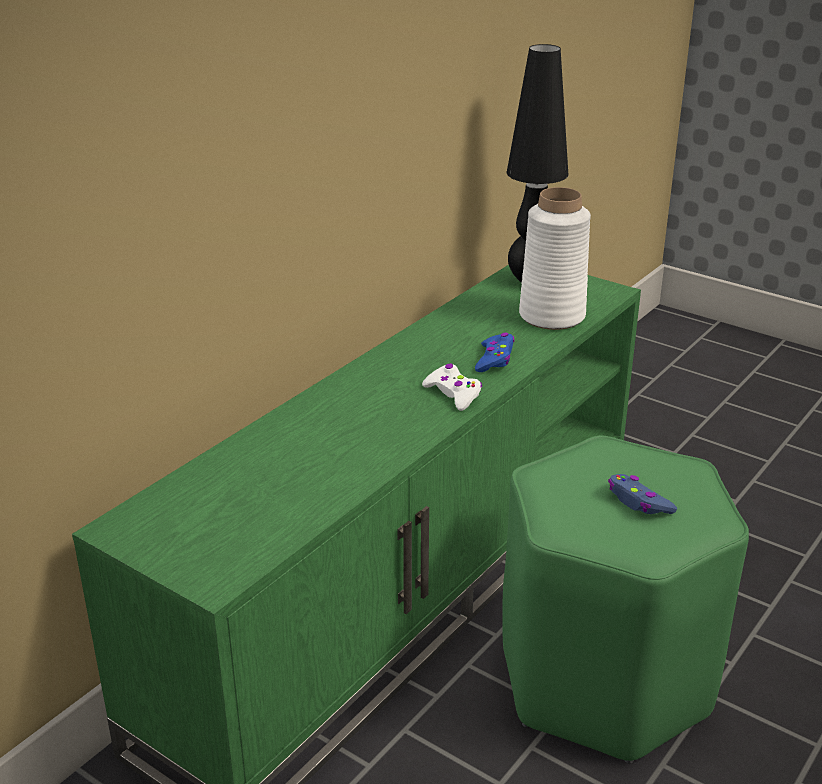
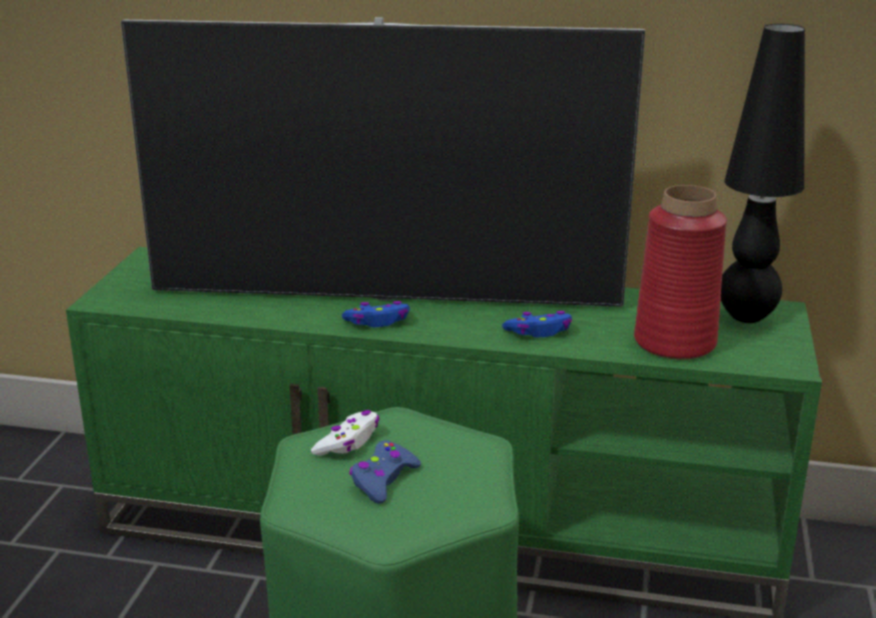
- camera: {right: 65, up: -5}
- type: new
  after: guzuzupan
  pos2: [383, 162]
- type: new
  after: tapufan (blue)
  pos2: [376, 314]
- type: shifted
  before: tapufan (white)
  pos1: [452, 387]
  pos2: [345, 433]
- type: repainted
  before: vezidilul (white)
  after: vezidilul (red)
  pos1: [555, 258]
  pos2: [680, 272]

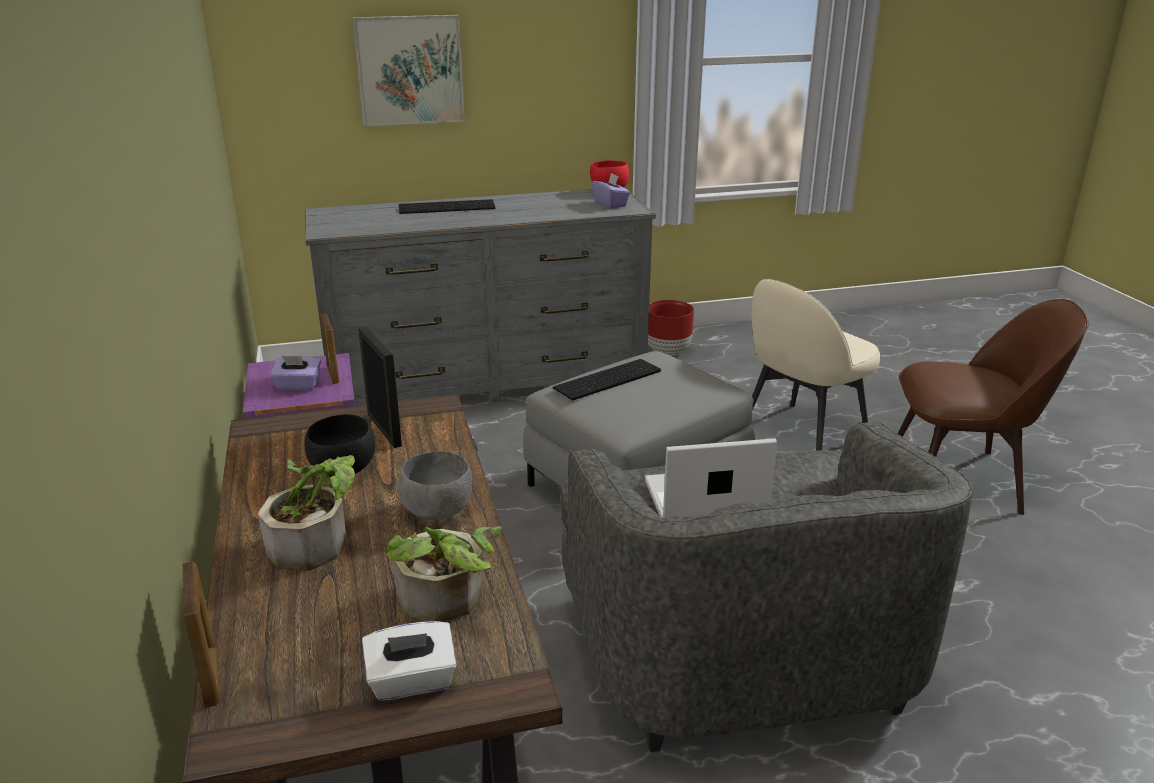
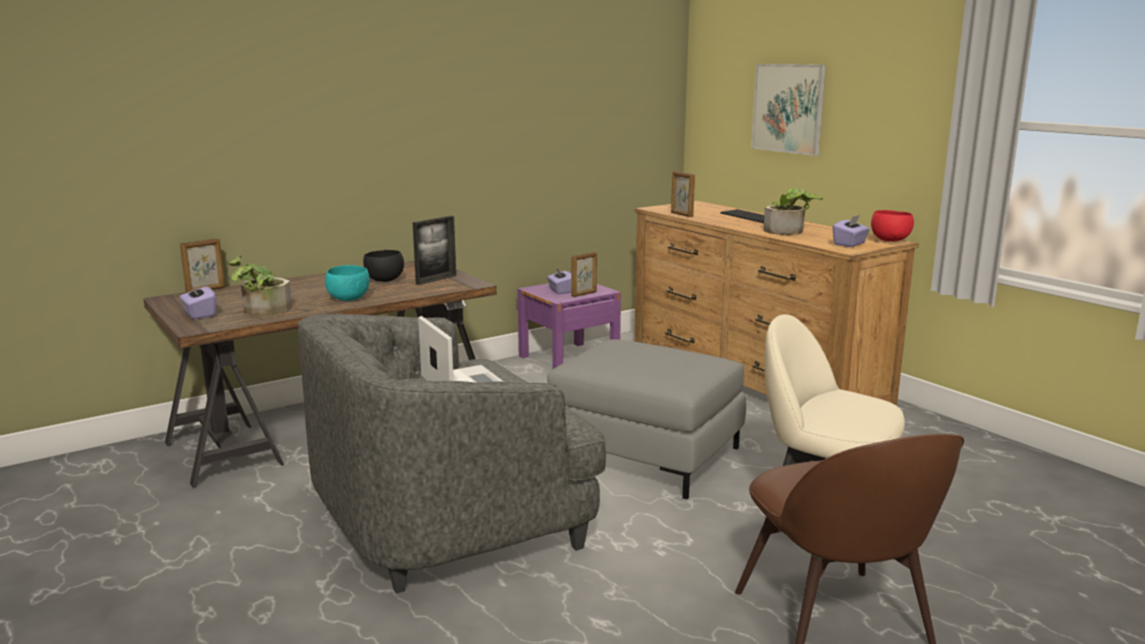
- camera: {right: 70, up: -10}
- type: gone
  before: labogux
  pos1: [607, 379]
- type: gone
  before: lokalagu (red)
  pos1: [671, 328]
- type: new
  after: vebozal
  pos2: [683, 194]
- type: shifted
  before: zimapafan
  pos1: [306, 513]
  pos2: [793, 211]
- type: repainted
  before: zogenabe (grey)
  after: zogenabe (brown)
  pos1: [480, 297]
  pos2: [776, 303]
- type: repainted
  before: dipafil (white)
  after: dipafil (purple)
  pos1: [409, 661]
  pos2: [198, 301]
- type: repainted
  before: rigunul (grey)
  after: rigunul (turquoise)
  pos1: [435, 485]
  pos2: [347, 283]

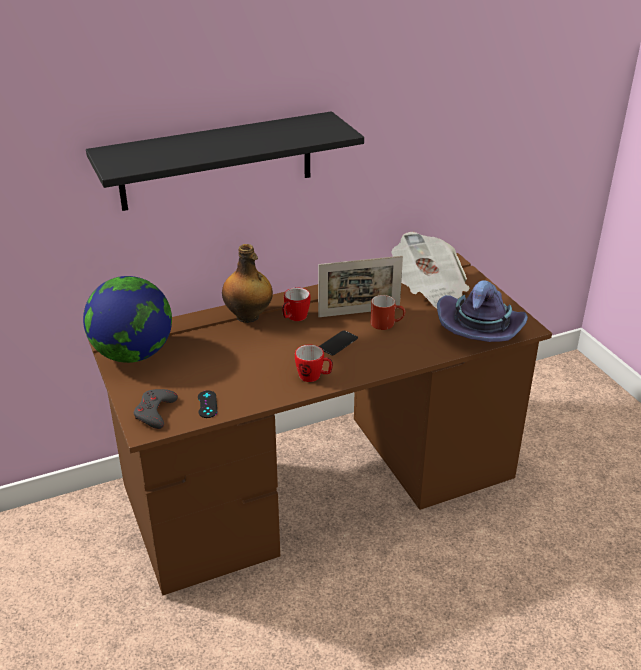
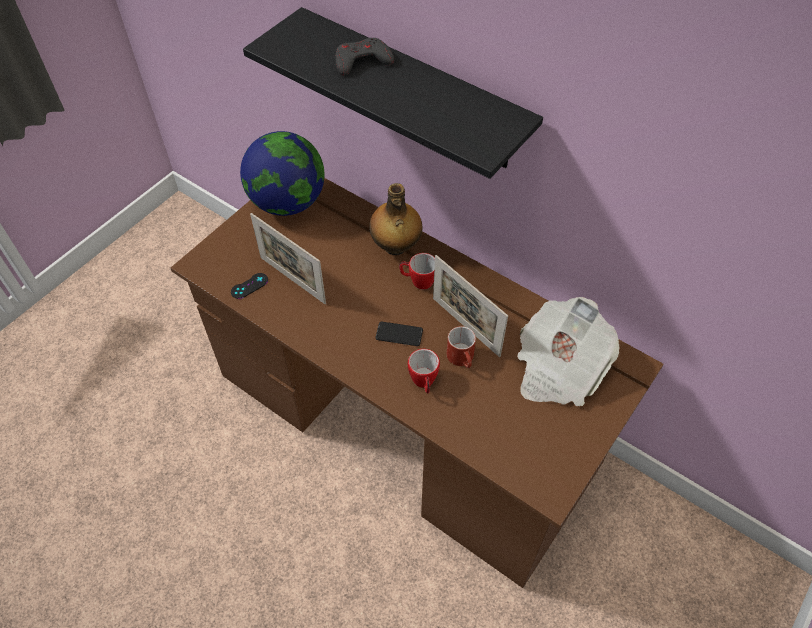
- camera: {right: 60, up: 20}
- type: gone
  before: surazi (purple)
  pos1: [482, 311]
- type: new
  after: vebozal
  pos2: [288, 258]
- type: shifted
  before: tapufan (grey)
  pos1: [156, 409]
  pos2: [365, 56]
- type: shifted
  before: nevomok
  pos1: [314, 363]
  pos2: [424, 371]

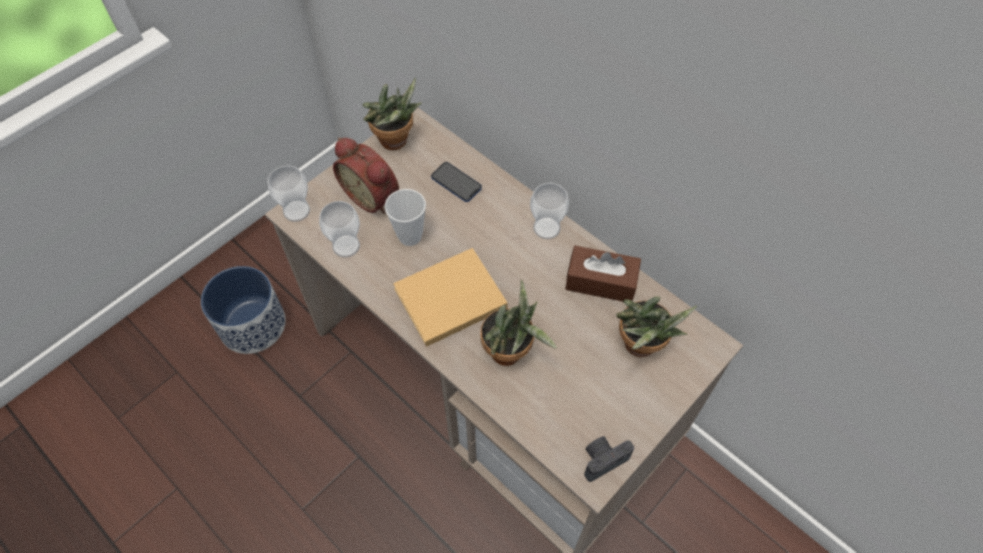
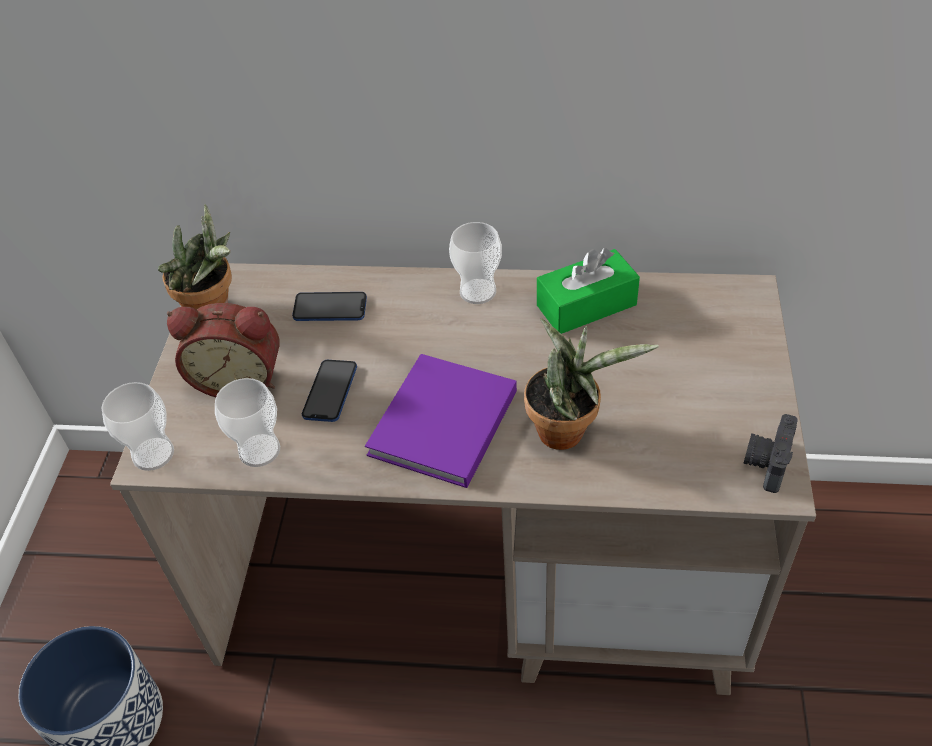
- camera: {right: -35, up: -10}
- type: gone
  before: zimapafan
  pos1: [656, 326]
- type: swapped
  before: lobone
  after: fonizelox
  pos1: [405, 217]
  pos2: [329, 391]
- type: repainted
  before: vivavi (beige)
  after: vivavi (purple)
  pos1: [450, 297]
  pos2: [441, 421]
- type: repainted
  before: dipafil (brown)
  after: dipafil (green)
  pos1: [603, 274]
  pos2: [588, 291]

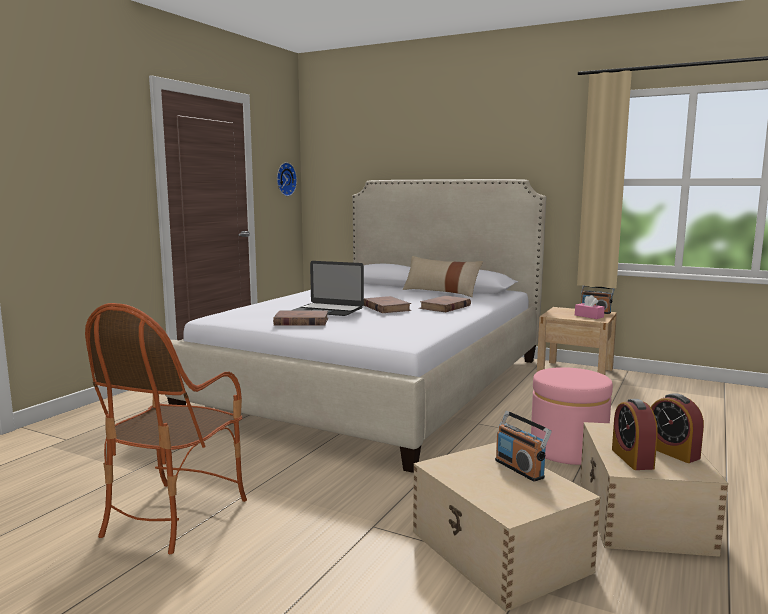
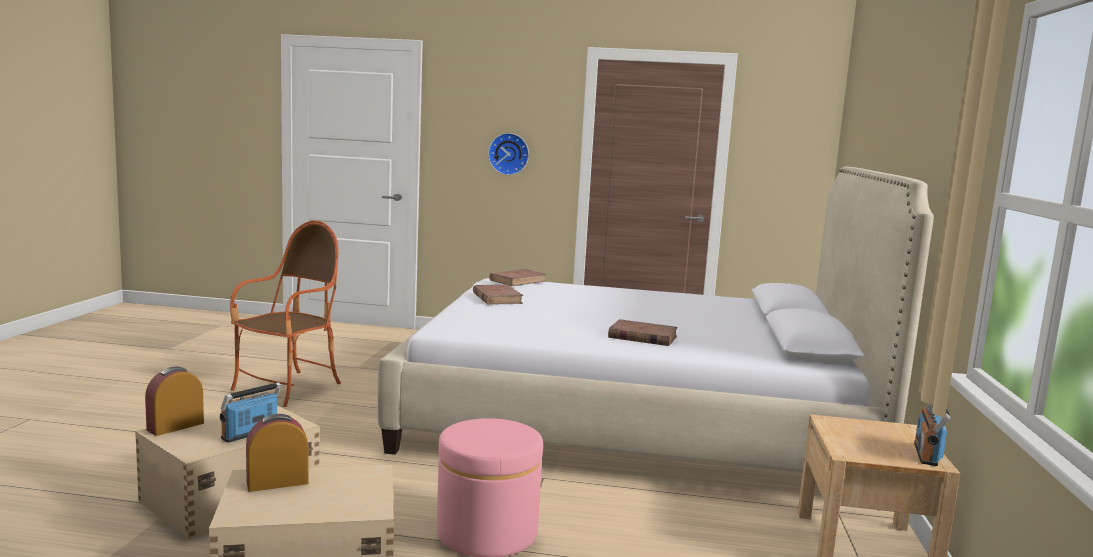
- camera: {right: 70, up: 0}
- type: gone
  before: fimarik
  pos1: [327, 288]
- type: gone
  before: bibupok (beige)
  pos1: [443, 276]
- type: gone
  before: dipafil (pink)
  pos1: [590, 307]
- type: shifted
  before: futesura
  pos1: [287, 179]
  pos2: [508, 154]
- type: shifted
  before: vivavi (brown)
  pos1: [387, 304]
  pos2: [518, 277]
- type: shifted
  before: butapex
  pos1: [677, 428]
  pos2: [174, 401]
- type: rotated
  before: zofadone
  pos1: [166, 428]
  pos2: [285, 313]
  turn: 120

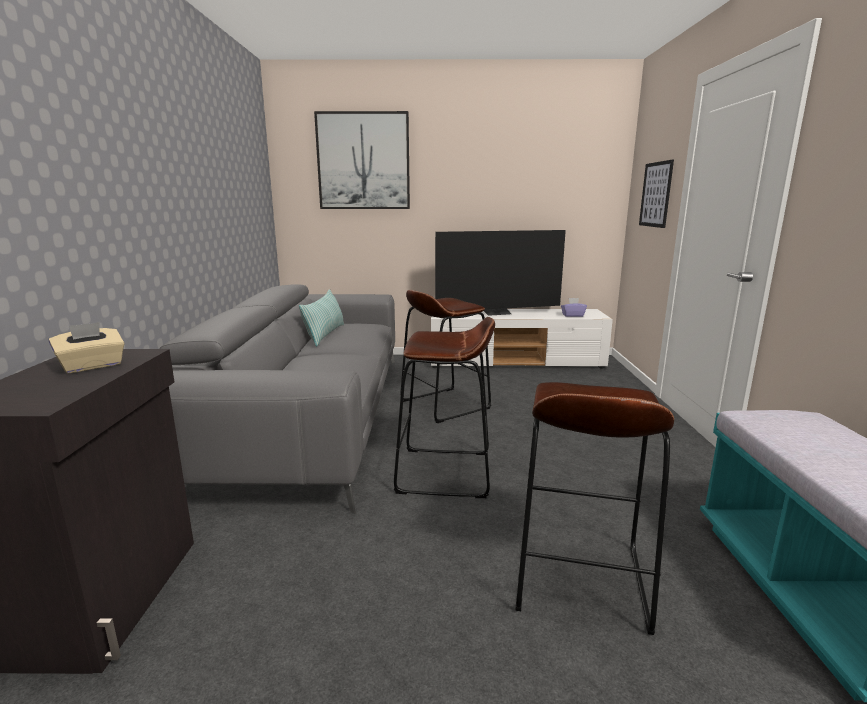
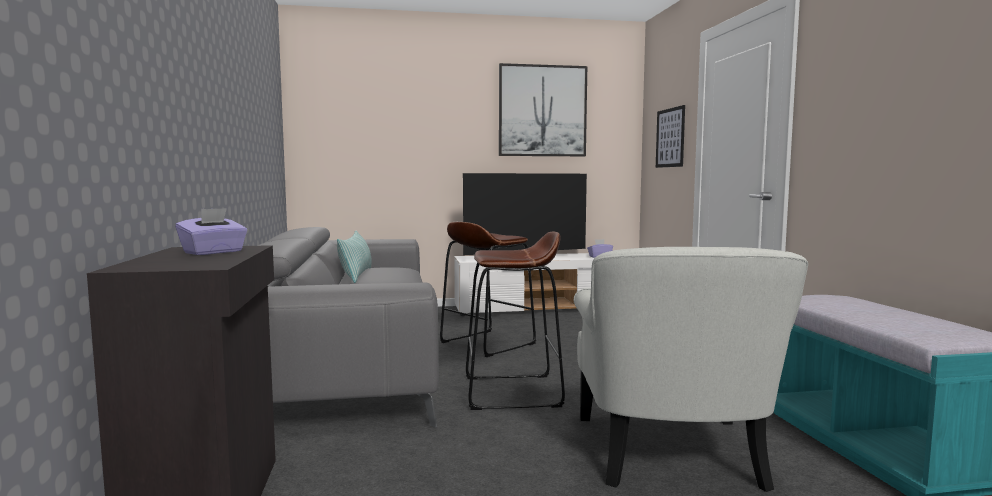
- camera: {right: -10, up: -10}
- type: shifted
  before: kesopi
  pos1: [362, 160]
  pos2: [543, 109]
- type: swapped
  before: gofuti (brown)
  after: zofadone (white)
  pos1: [594, 508]
  pos2: [691, 369]
- type: repainted
  before: dipafil (beige)
  after: dipafil (purple)
  pos1: [87, 347]
  pos2: [211, 231]

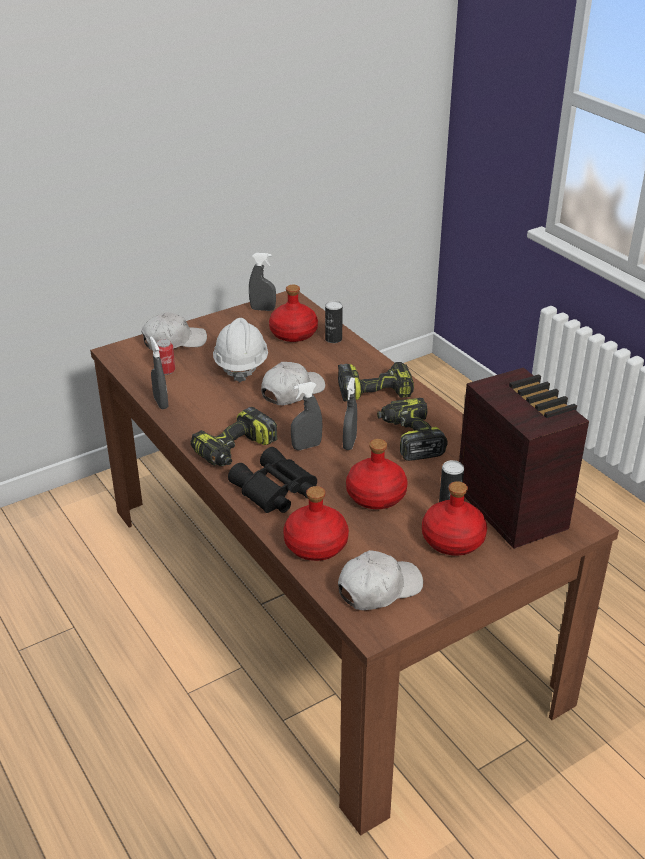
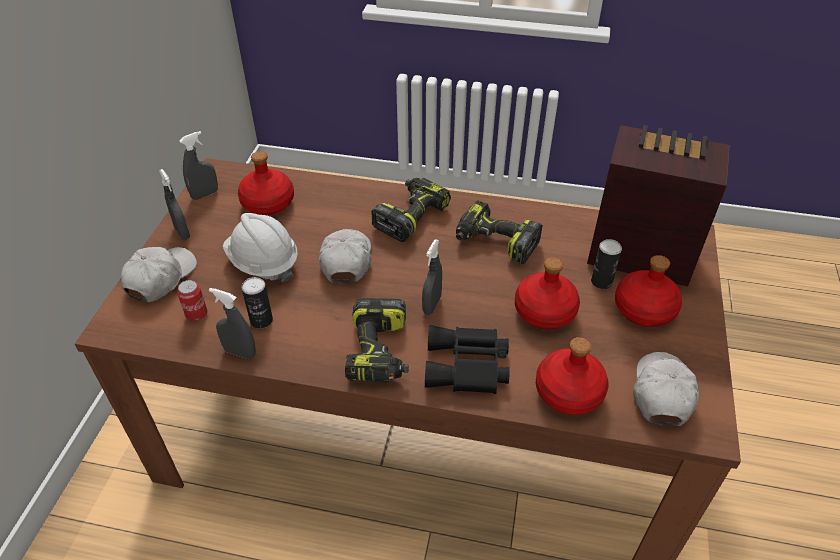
- camera: {right: -45, up: 10}
- type: shifted
  before: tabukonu
  pos1: [334, 322]
  pos2: [257, 303]
- type: shifted
  before: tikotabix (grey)
  pos1: [350, 414]
  pos2: [174, 204]

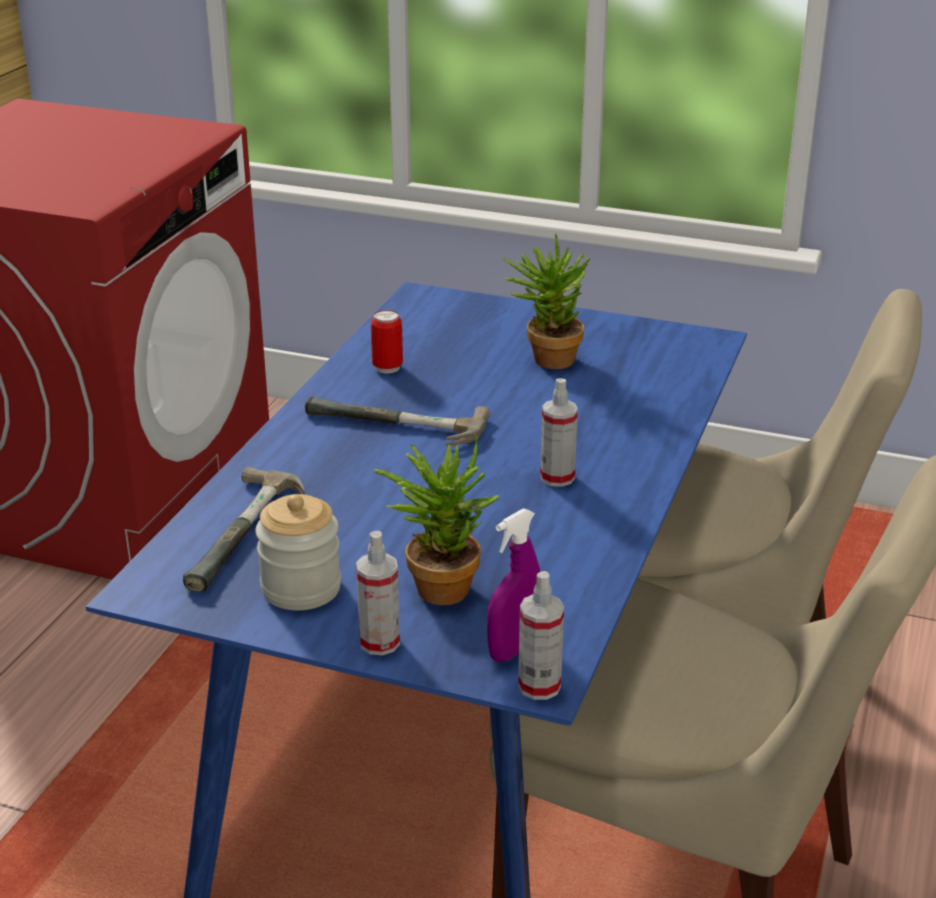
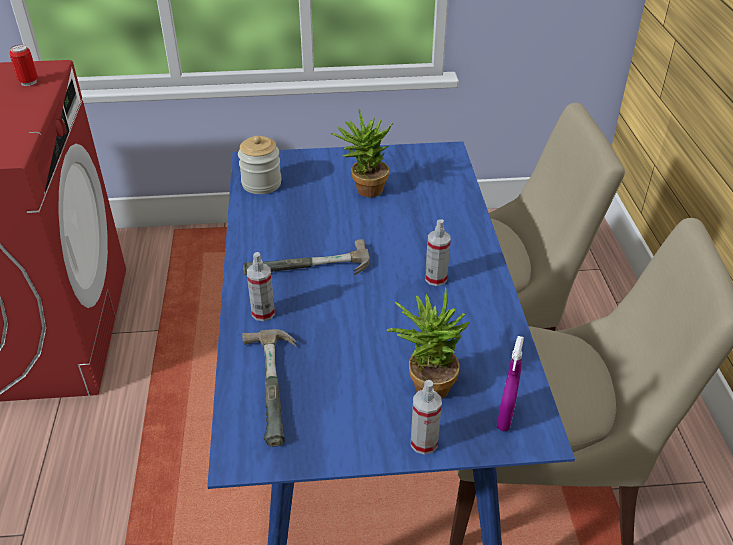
- camera: {right: -25, up: 10}
- type: shifted
  before: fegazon
  pos1: [298, 552]
  pos2: [260, 165]
- type: shifted
  before: tabukonu
  pos1: [387, 342]
  pos2: [23, 65]
- type: shifted
  before: tikotabix
  pos1: [541, 635]
  pos2: [261, 286]

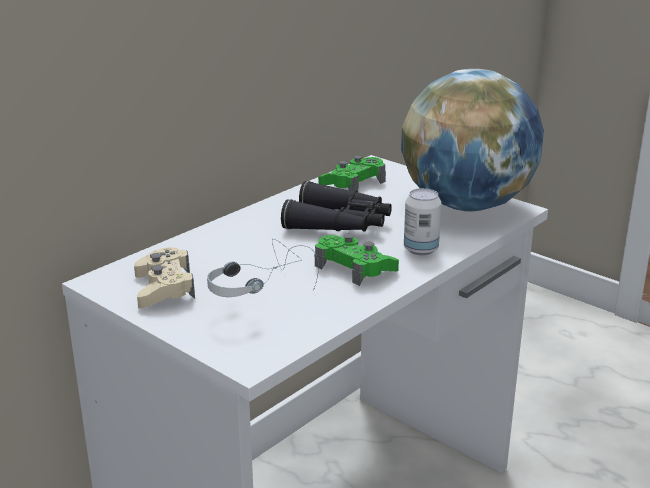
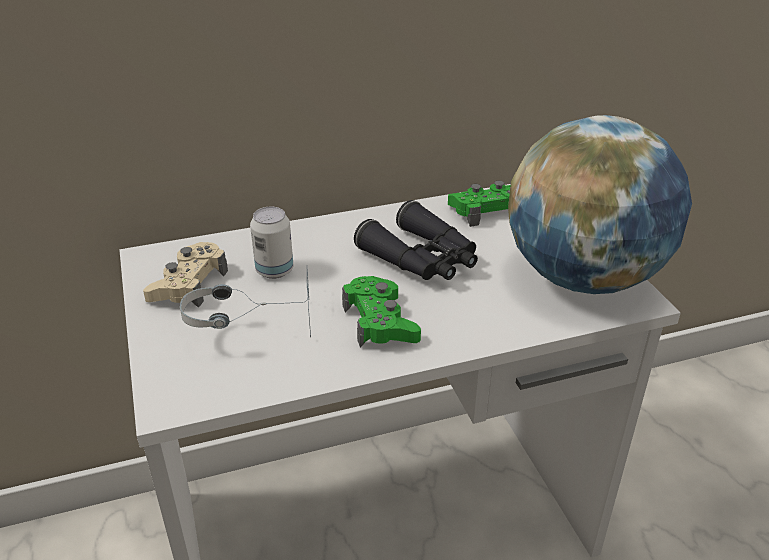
- camera: {right: 30, up: 10}
- type: shifted
  before: tabukonu
  pos1: [422, 221]
  pos2: [271, 243]

